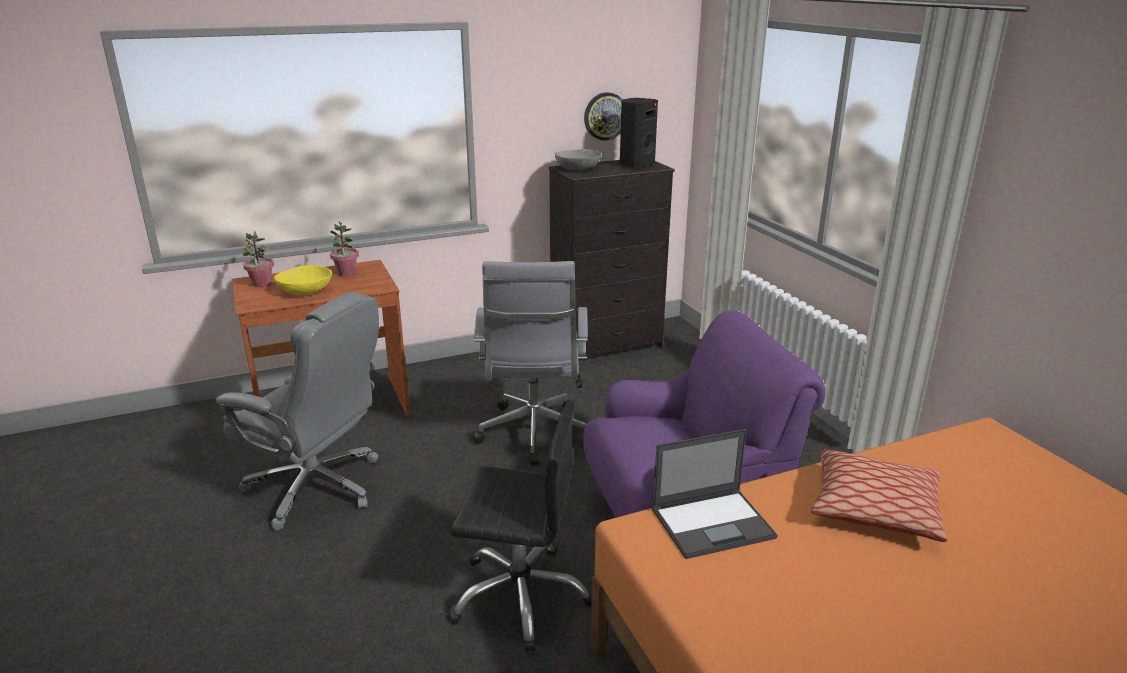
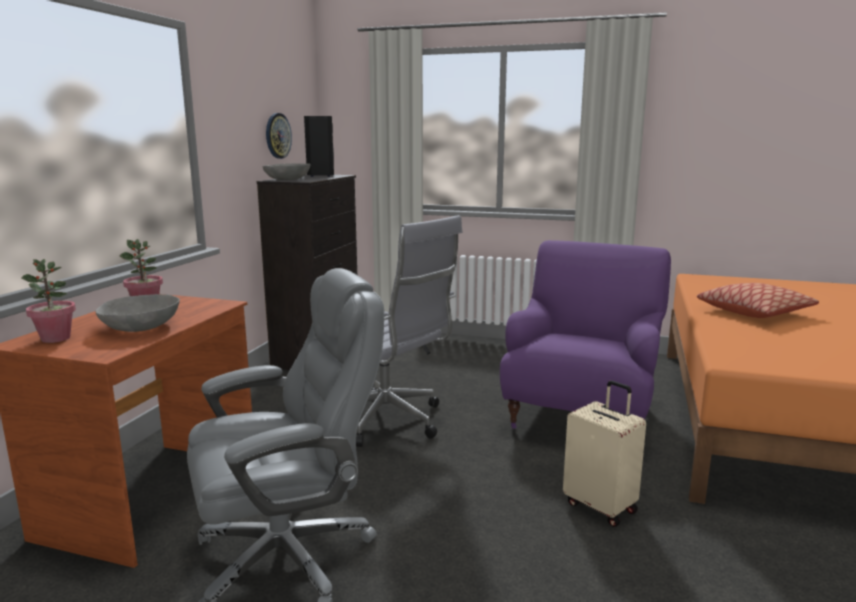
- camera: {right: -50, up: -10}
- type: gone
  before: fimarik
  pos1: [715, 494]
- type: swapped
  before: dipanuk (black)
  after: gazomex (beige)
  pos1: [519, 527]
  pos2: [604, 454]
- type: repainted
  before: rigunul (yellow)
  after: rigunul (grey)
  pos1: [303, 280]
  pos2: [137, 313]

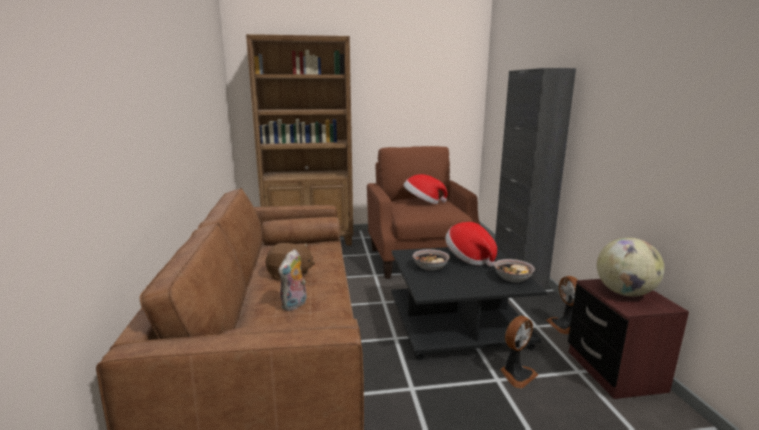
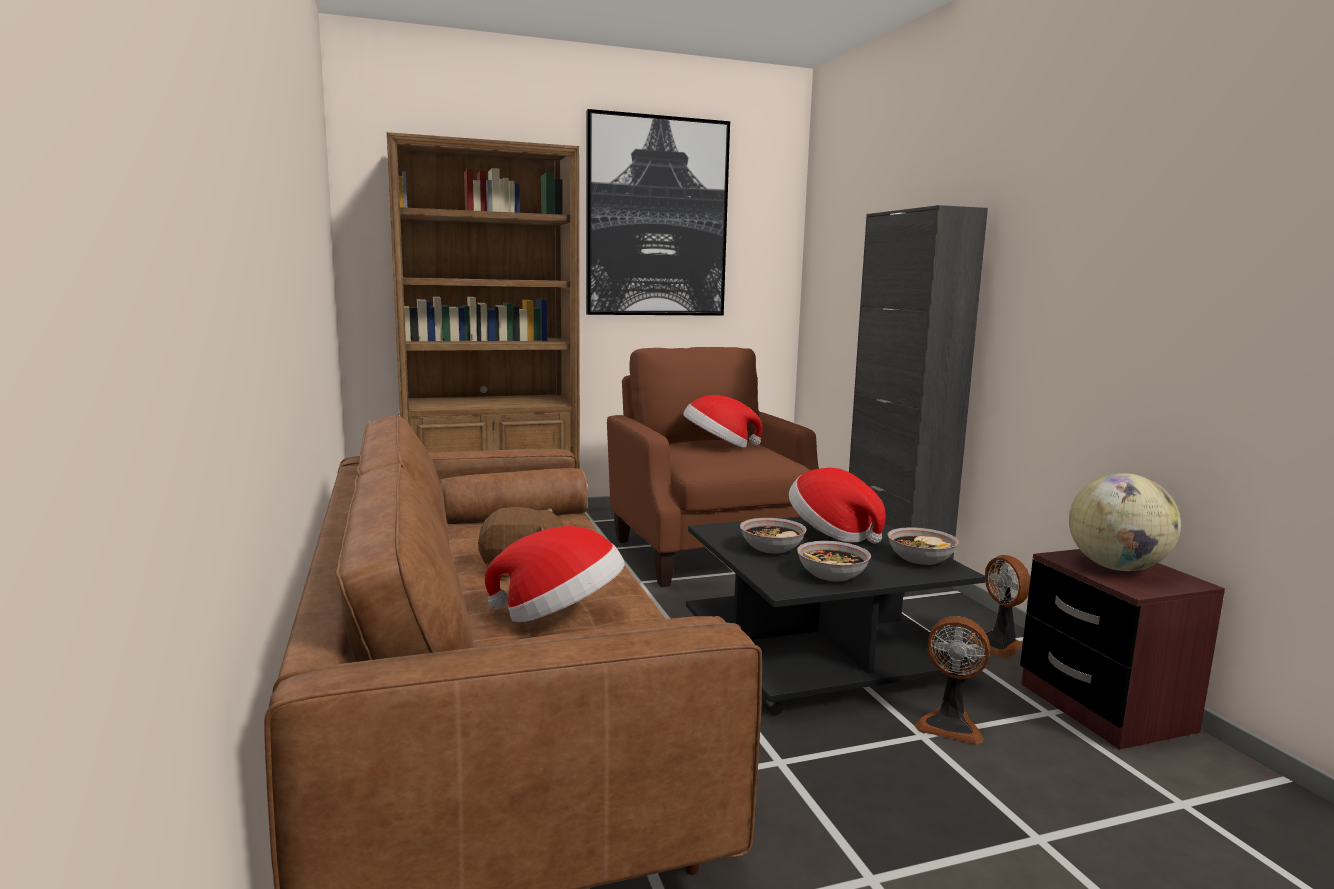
- camera: {right: -10, up: -5}
- type: new
  after: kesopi
  pos2: [658, 212]
- type: new
  after: rigunul
  pos2: [834, 561]
- type: swapped
  before: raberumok
  after: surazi
  pos1: [292, 280]
  pos2: [555, 574]
- type: rotated
  before: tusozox
  pos1: [519, 352]
  pos2: [952, 680]
  turn: 75

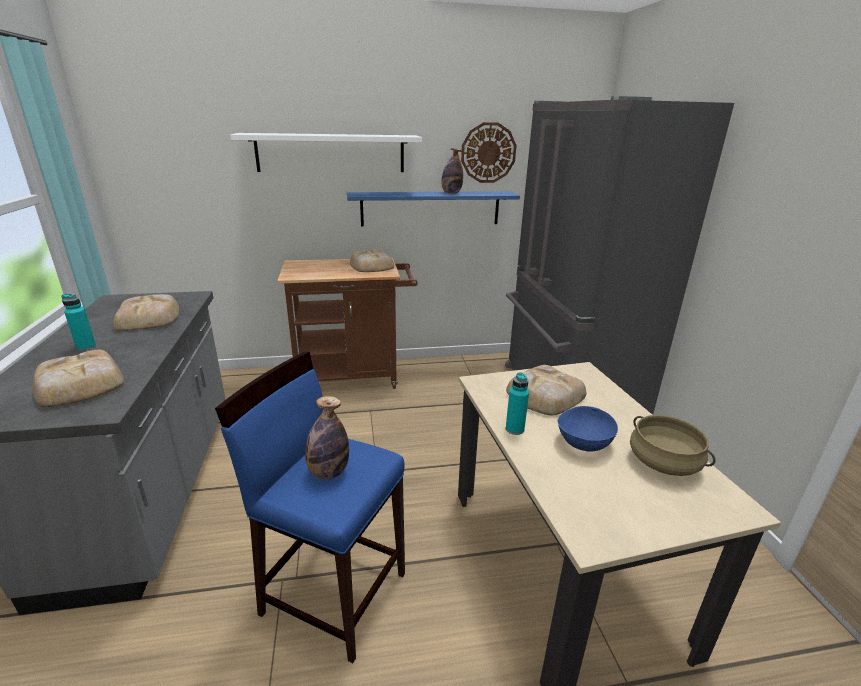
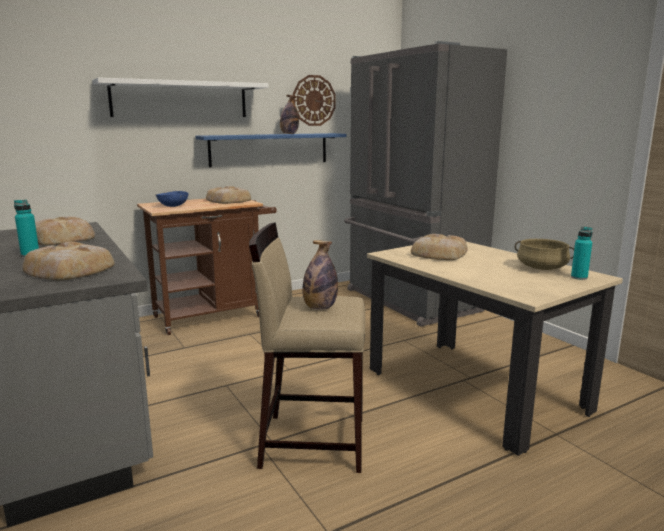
- camera: {right: -20, up: -10}
- type: shifted
  before: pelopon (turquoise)
  pos1: [517, 403]
  pos2: [582, 253]
- type: shifted
  before: rigunul (blue)
  pos1: [587, 429]
  pos2: [172, 199]
- type: repainted
  before: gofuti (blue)
  after: gofuti (beige)
  pos1: [310, 507]
  pos2: [307, 348]

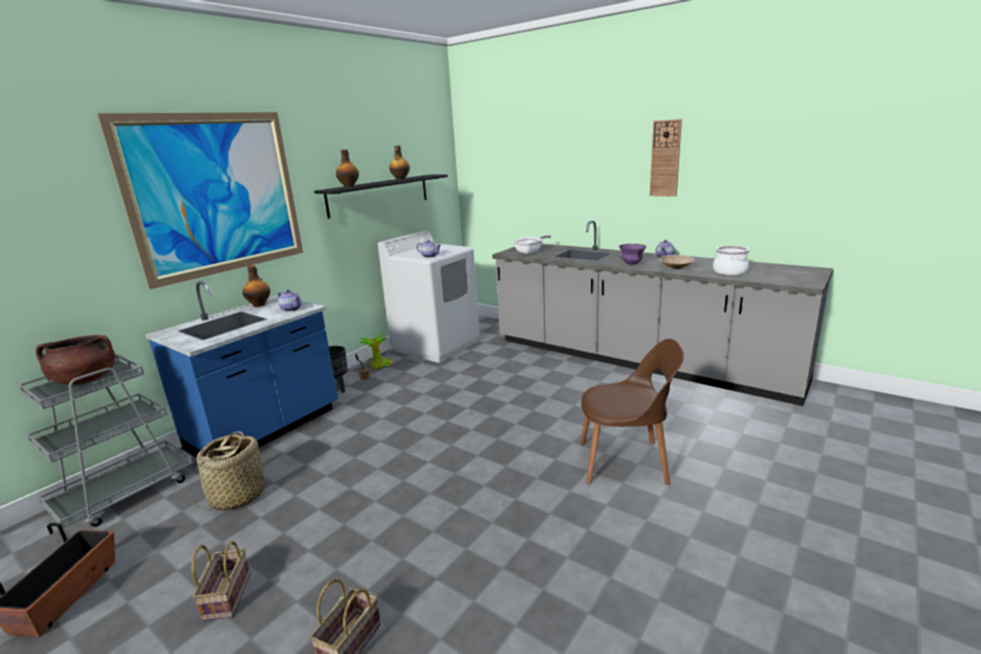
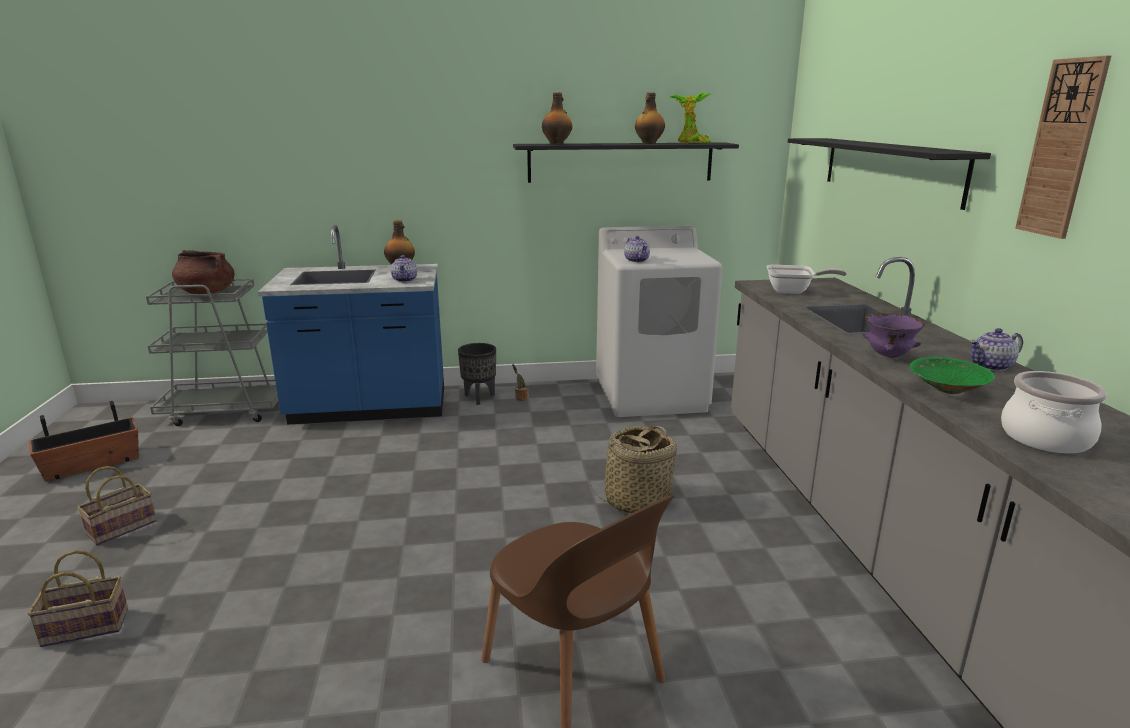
- camera: {right: 45, up: 0}
- type: gone
  before: kesopi
  pos1: [200, 200]
- type: new
  after: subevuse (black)
  pos2: [889, 174]
- type: shifted
  before: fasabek
  pos1: [229, 470]
  pos2: [634, 469]
- type: shifted
  before: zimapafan
  pos1: [376, 350]
  pos2: [690, 118]
- type: repainted
  before: rigunul (beige)
  after: rigunul (green)
  pos1: [677, 262]
  pos2: [952, 375]

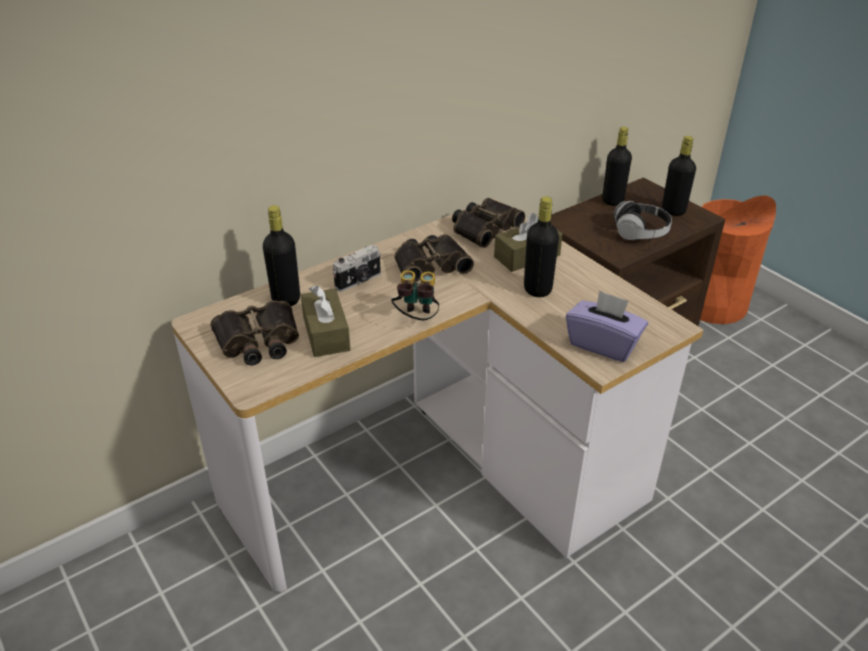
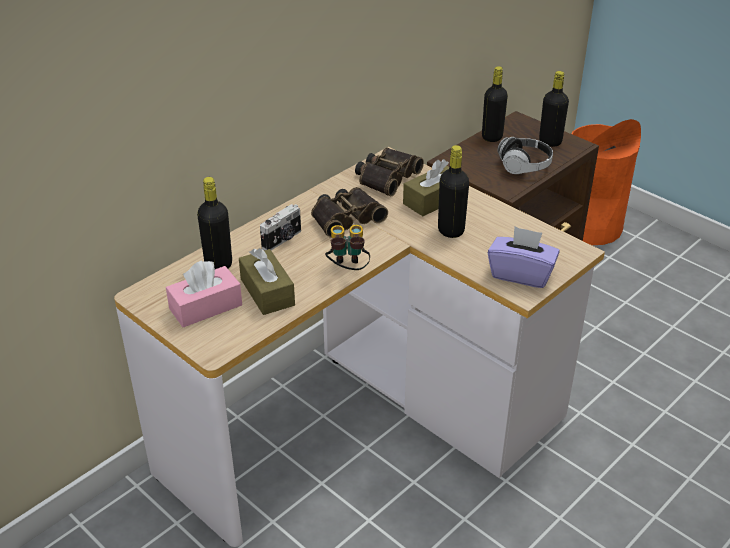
- camera: {right: -10, up: 0}
- type: swapped
  before: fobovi
  after: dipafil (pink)
  pos1: [254, 333]
  pos2: [204, 294]

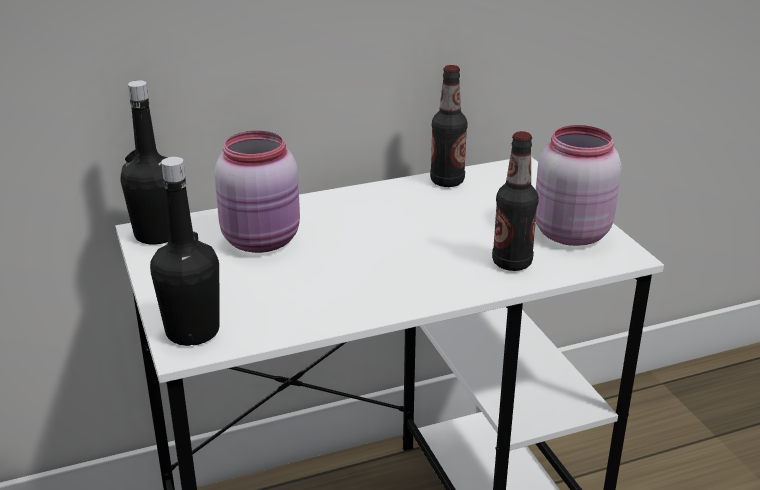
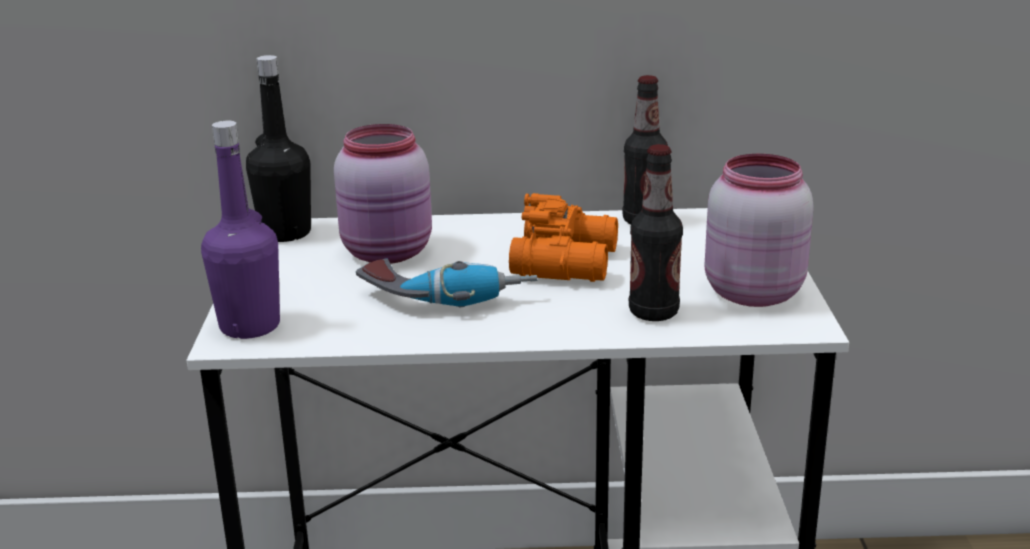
- camera: {right: 20, up: -5}
- type: new
  after: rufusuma
  pos2: [446, 283]
- type: new
  after: fobovi (orange)
  pos2: [563, 237]
- type: repainted
  before: pelopon (black)
  after: pelopon (purple)
  pos1: [184, 251]
  pos2: [240, 229]

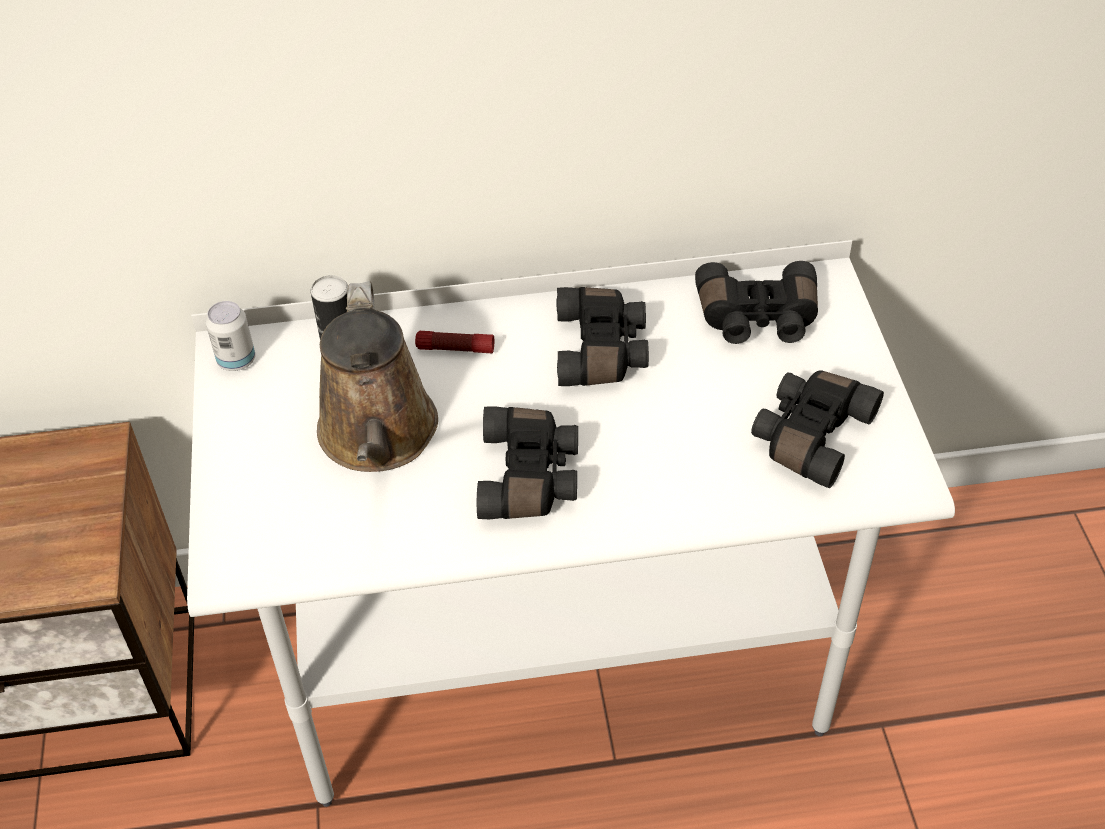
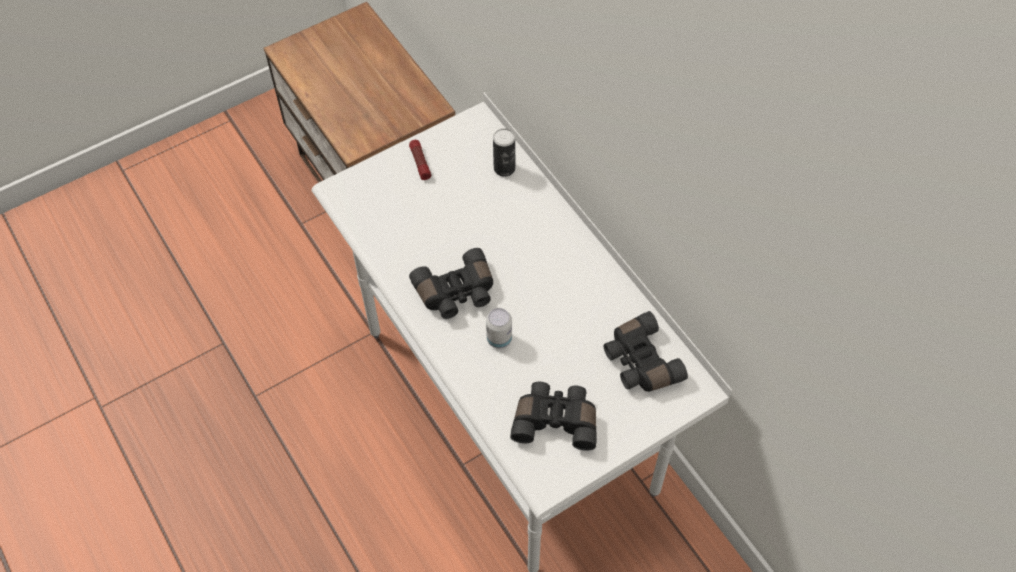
- camera: {right: 65, up: 10}
- type: gone
  before: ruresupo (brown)
  pos1: [377, 376]
- type: gone
  before: fobovi (black)
  pos1: [602, 336]
- type: shifted
  before: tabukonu
  pos1: [230, 336]
  pos2: [499, 328]
- type: shifted
  before: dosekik
  pos1: [454, 342]
  pos2: [420, 160]

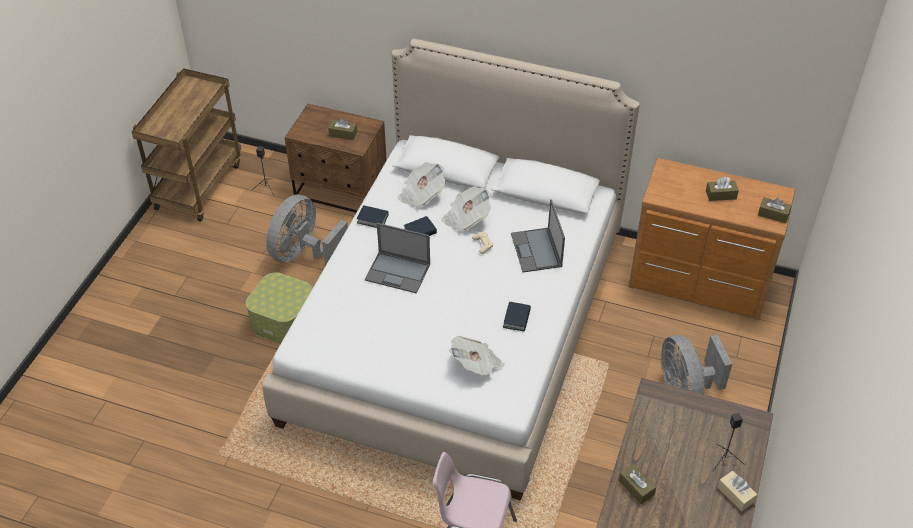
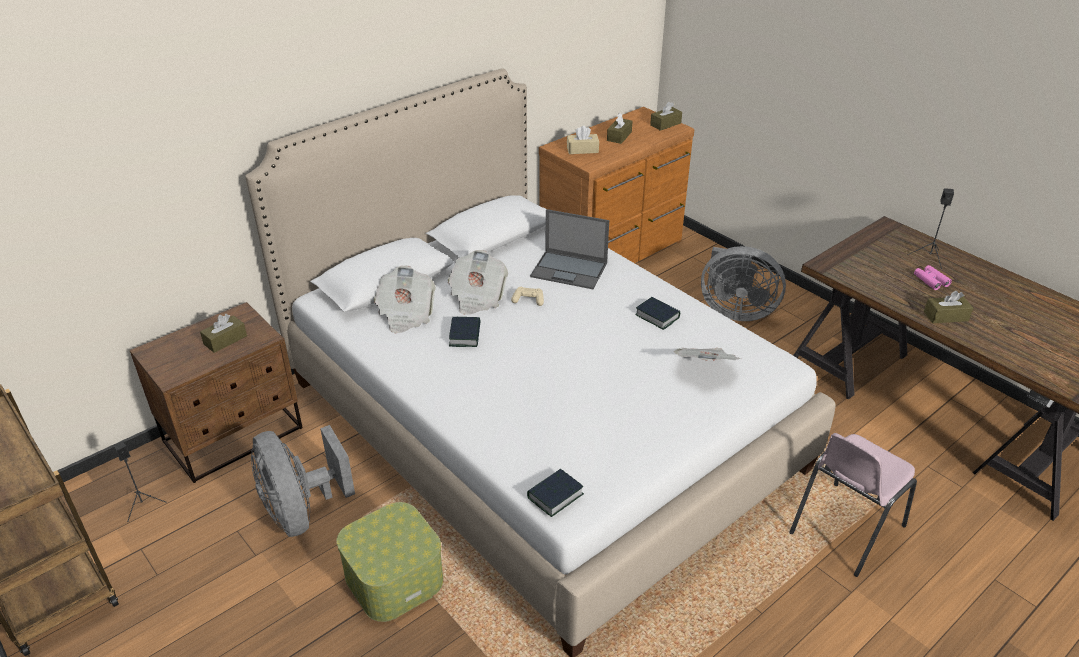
- camera: {right: -60, up: -10}
- type: gone
  before: fimarik
  pos1: [397, 258]
- type: new
  after: fobovi (pink)
  pos2: [933, 277]
- type: shifted
  before: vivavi
  pos1: [373, 216]
  pos2: [555, 493]
- type: shifted
  before: dipafil (beige)
  pos1: [737, 491]
  pos2: [583, 140]

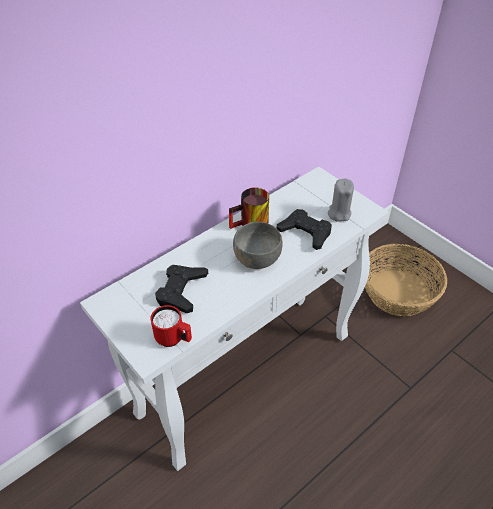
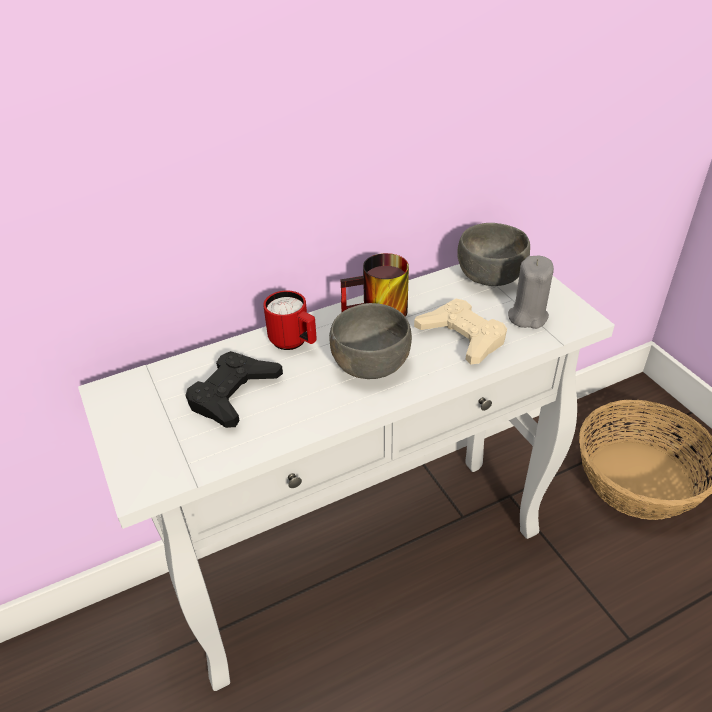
- camera: {right: 15, up: -5}
- type: new
  after: rigunul (grey)
  pos2: [493, 254]
- type: shifted
  before: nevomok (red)
  pos1: [171, 326]
  pos2: [290, 320]
- type: repainted
  before: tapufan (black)
  after: tapufan (beige)
  pos1: [304, 229]
  pos2: [460, 332]

